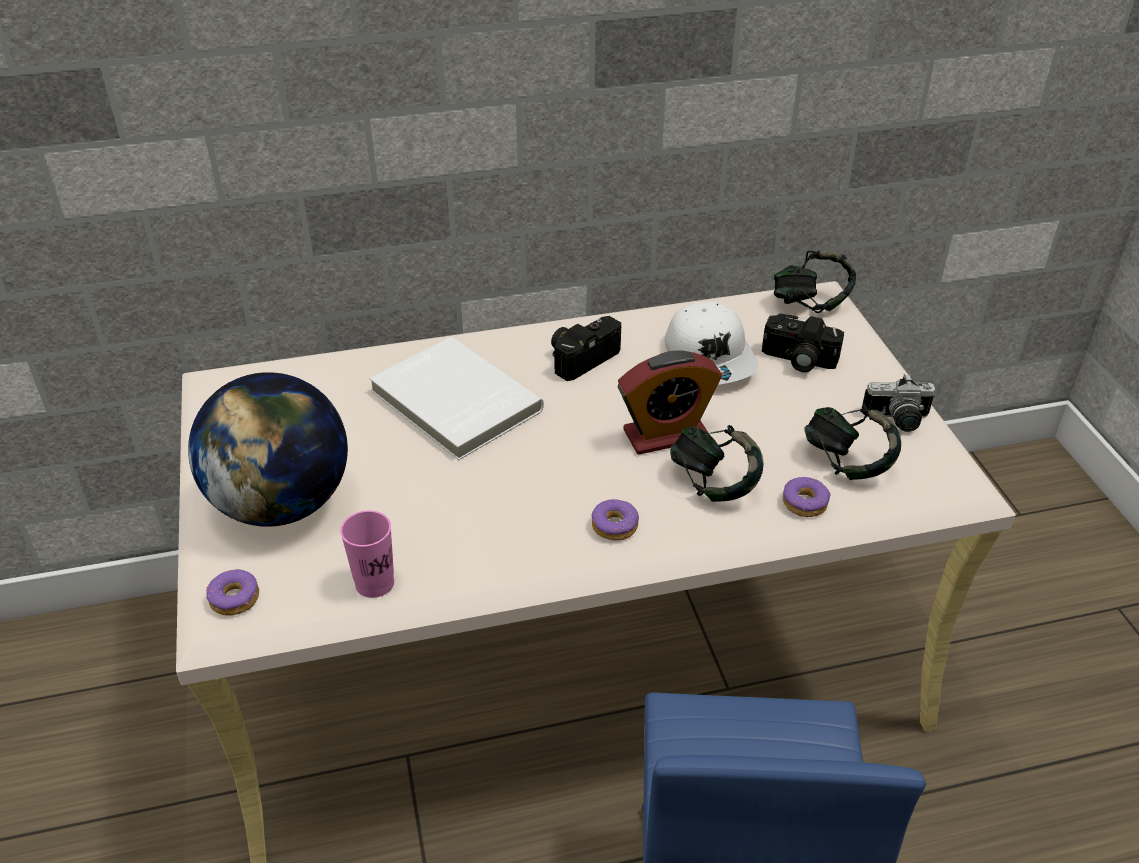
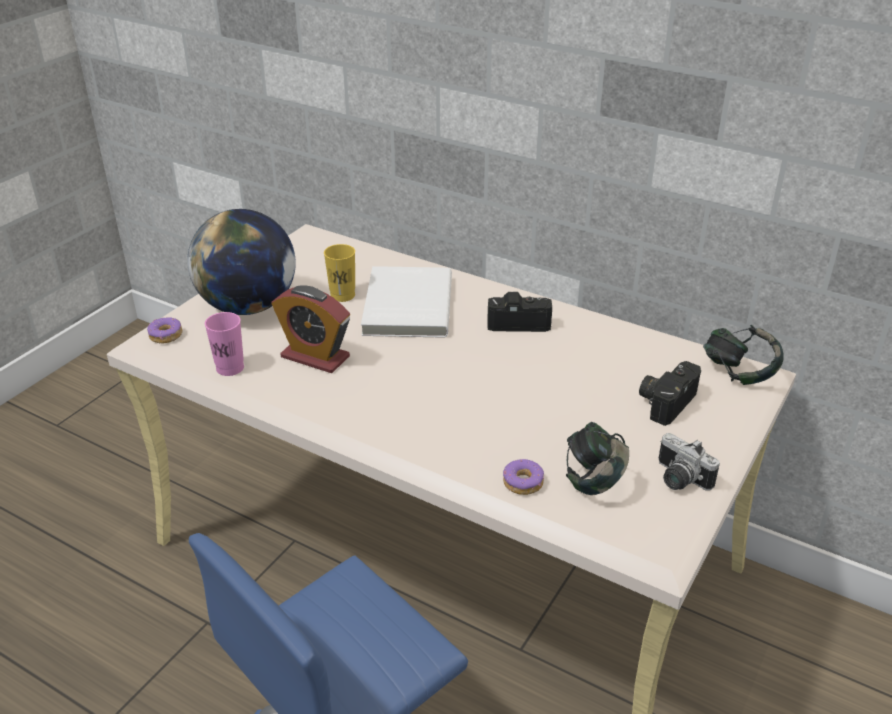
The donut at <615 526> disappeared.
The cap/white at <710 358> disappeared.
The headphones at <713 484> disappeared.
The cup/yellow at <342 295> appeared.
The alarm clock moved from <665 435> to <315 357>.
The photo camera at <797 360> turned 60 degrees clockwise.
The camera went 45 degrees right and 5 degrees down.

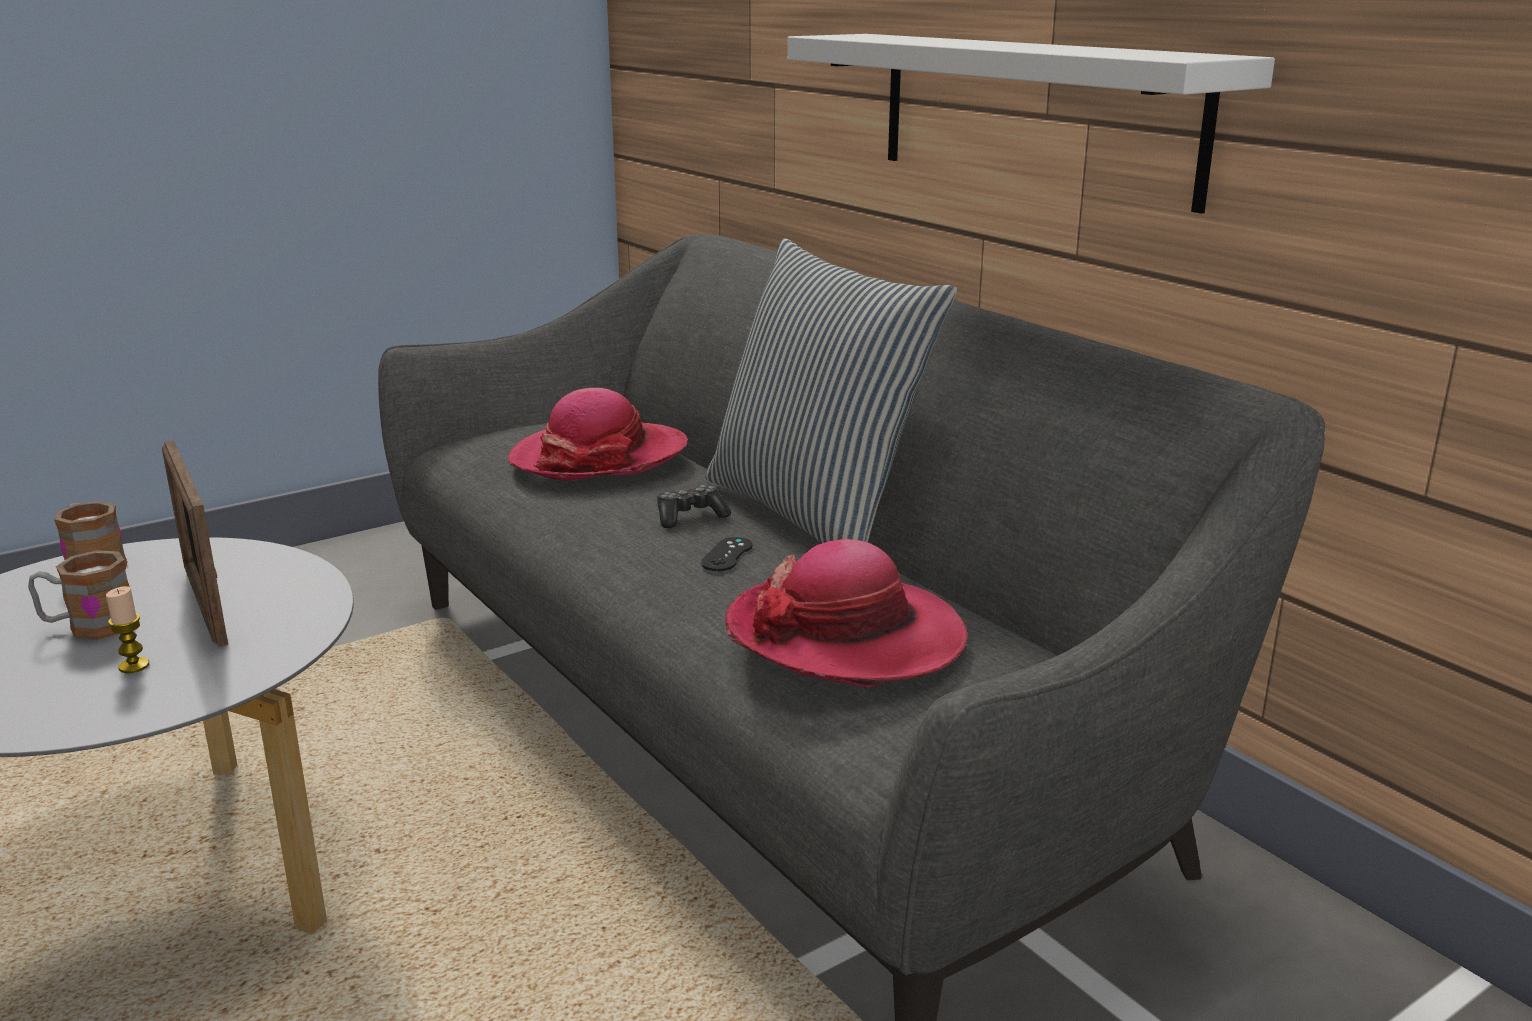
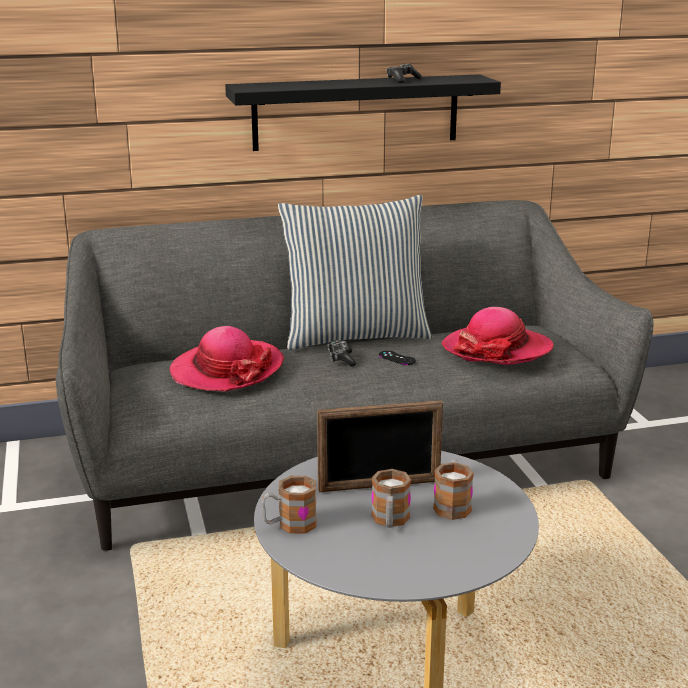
The game controller at <402 80> appeared.
The candle at <134 666> was replaced by the mug at <452 504>.
The shelf/white at <1033 114> became the shelf/black at <356 112>.
The camera went 70 degrees left and 0 degrees up.

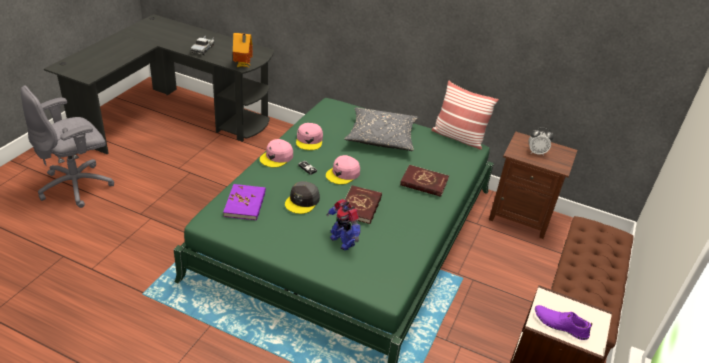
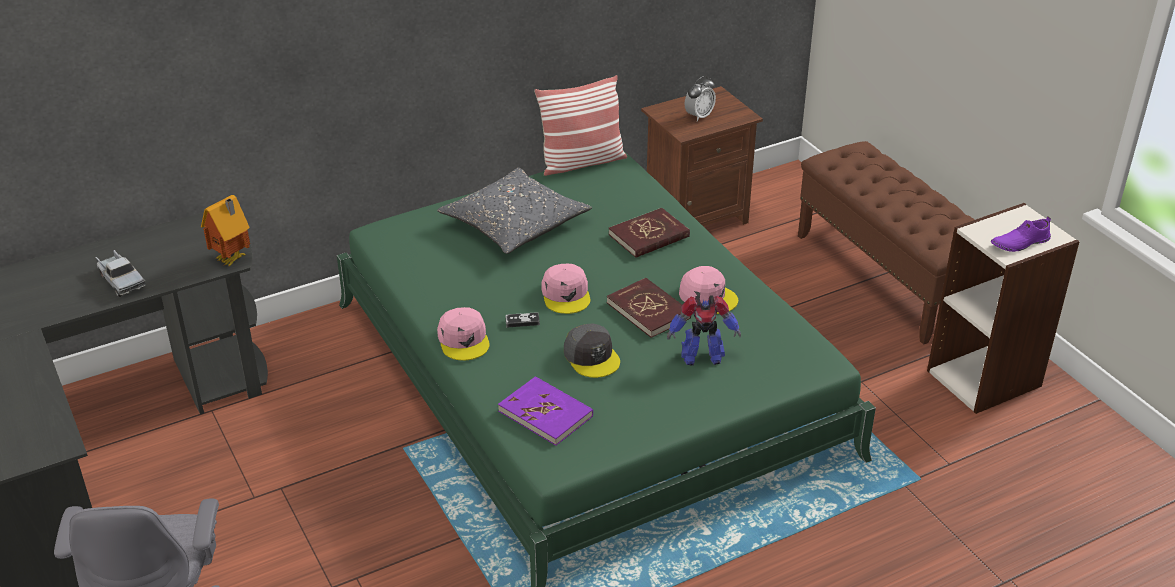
The cap/pink moved from <309 140> to <708 296>.
The camera went 50 degrees left and 0 degrees up.

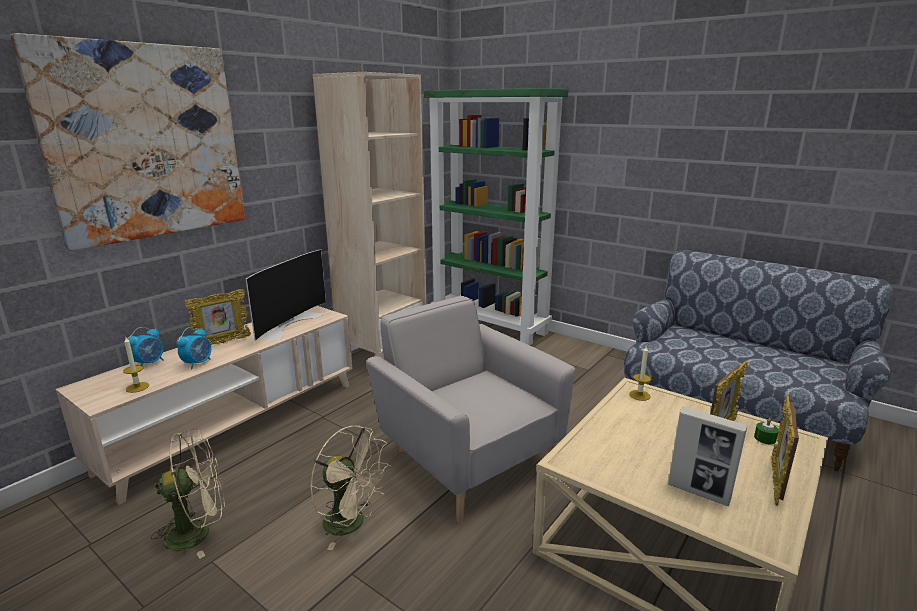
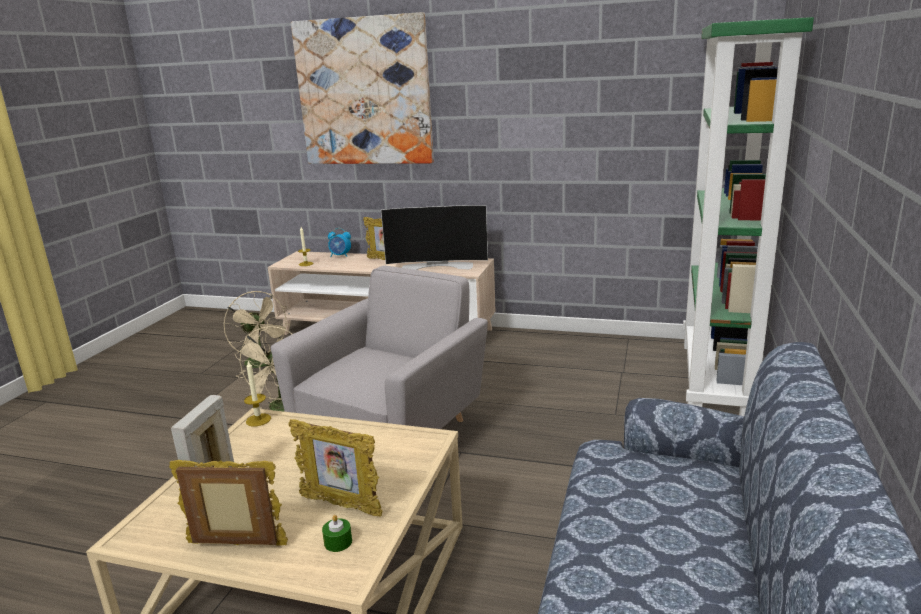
The alarm clock at <198 363> disappeared.
The bookcase/beige at <383 354> disappeared.
The candle moved from <639 395> to <258 420>.
The camera went 70 degrees right and 0 degrees up.

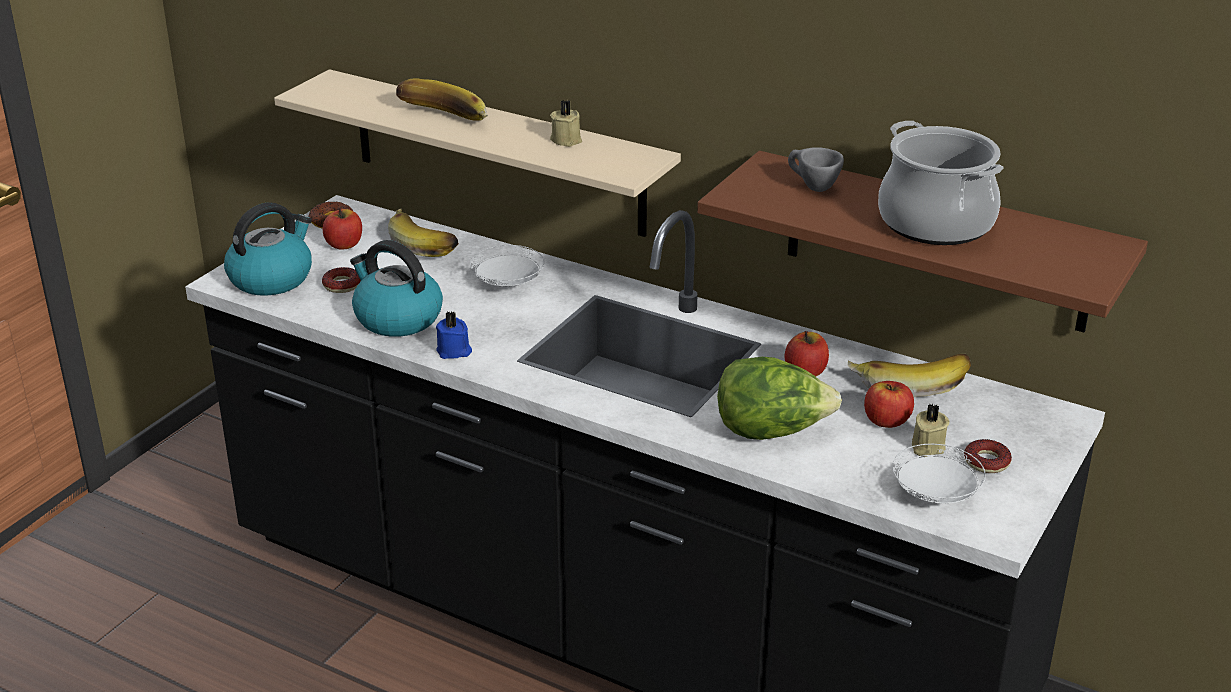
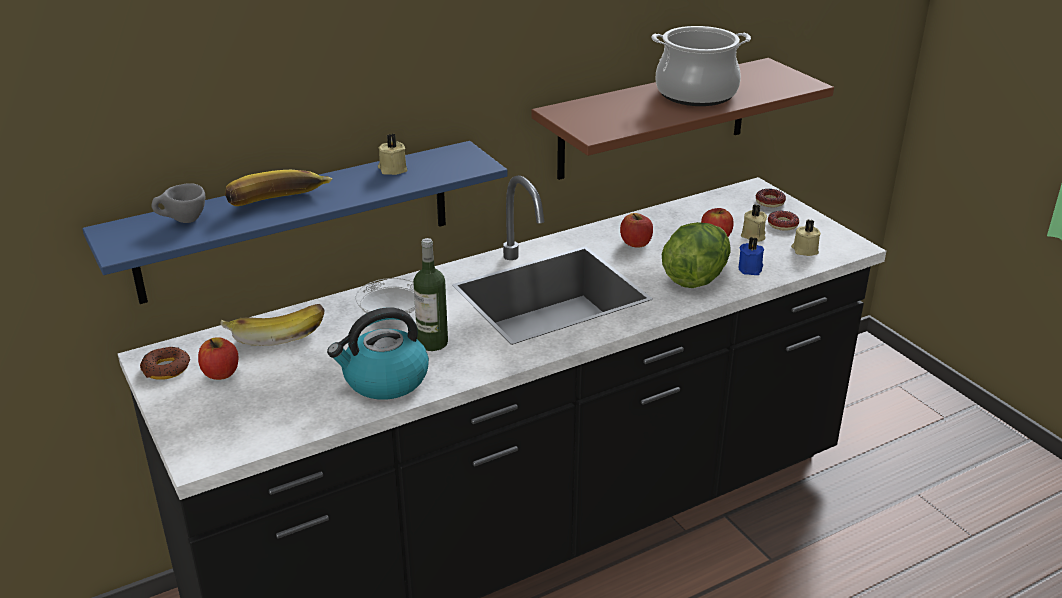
The kettle at <271 278> disappeared.
The banana at <909 383> disappeared.
The bottle at <432 343> appeared.
The donut moved from <342 285> to <769 202>.
The candle/blue moved from <454 351> to <751 268>.
The cup/grey moved from <812 187> to <182 221>.
The plate/white at <935 494> was replaced by the candle/beige at <804 250>.
The shelf/beige at <497 153> became the shelf/blue at <296 221>.
The camera went 60 degrees left and 0 degrees up.

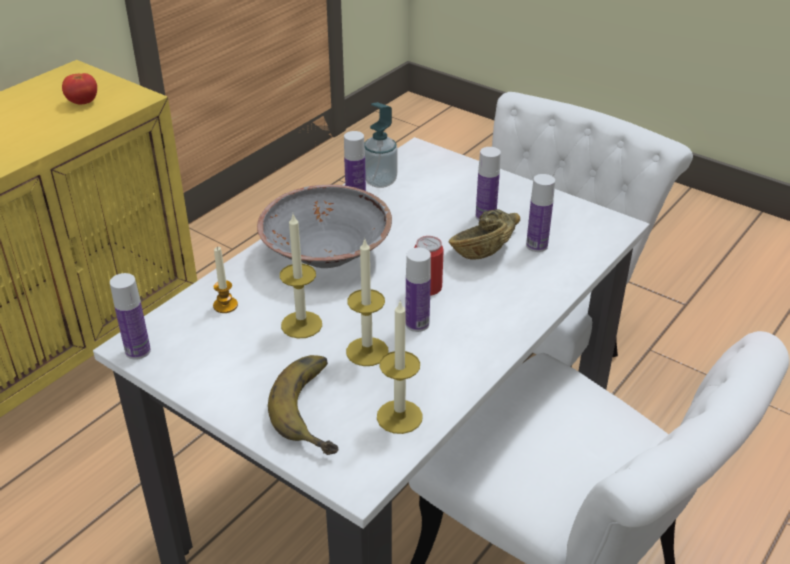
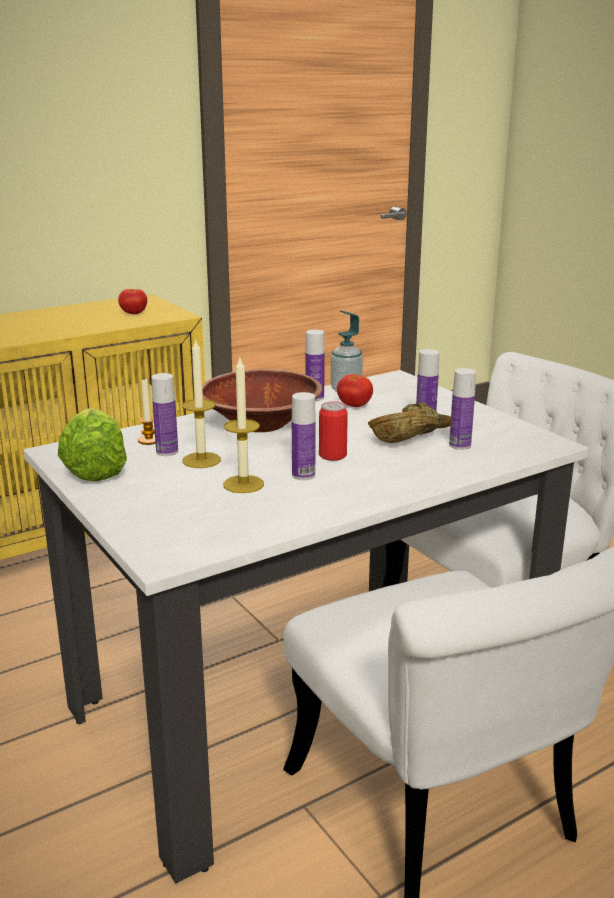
The banana at <319 408> disappeared.
The candle at <399 416> disappeared.
The lettuce at <97 465> appeared.
The tomato at <354 406> appeared.
The bottle moved from <138 351> to <167 451>.
The bowl/grey at <327 253> became the bowl/brown at <261 424>.
The camera went 20 degrees right and 15 degrees down.

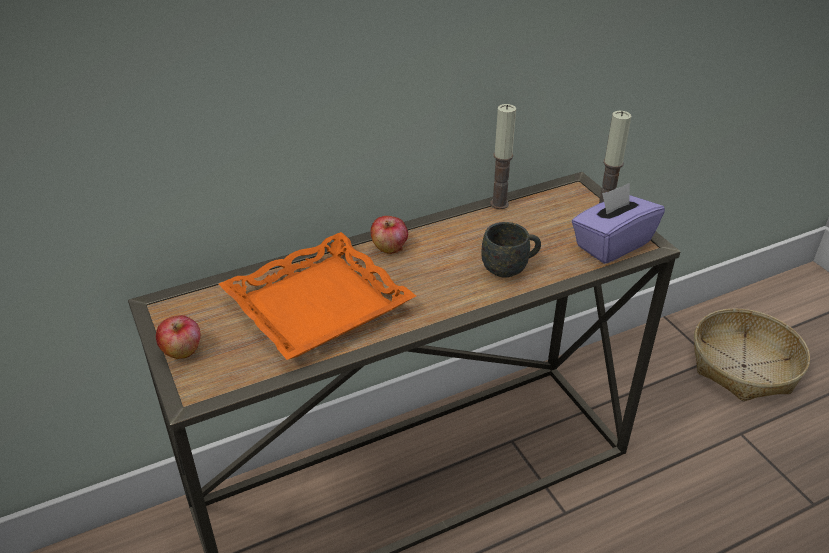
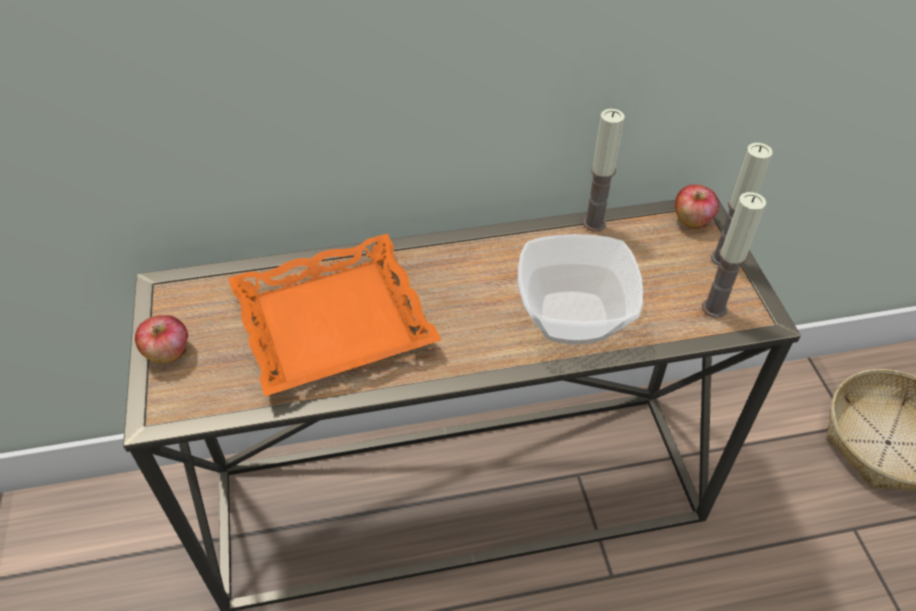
The apple moved from <389 247> to <692 220>.
The mug/grey at <510 267> was replaced by the bowl at <574 317>.
The tissue box/purple at <612 244> was replaced by the candle at <714 308>.
The camera went 15 degrees right and 10 degrees up.

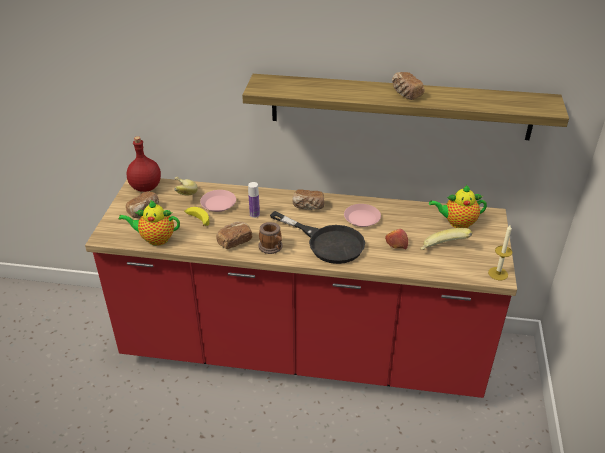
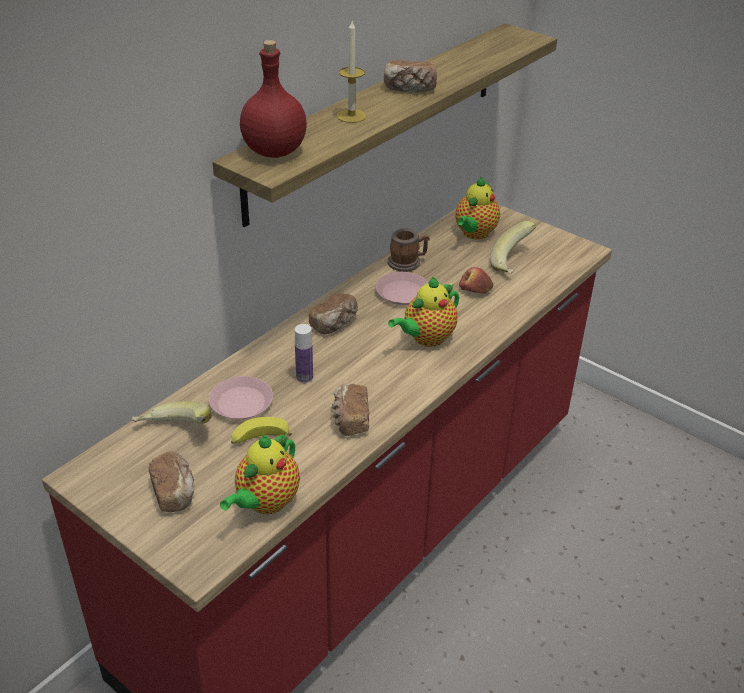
The bottle/red moved from <145 187> to <275 152>.
The mug moved from <272 248> to <407 262>.
The candle moved from <498 273> to <351 116>.
The frying pan/black at <327 242> was replaced by the teapot at <426 338>.
The camera went 60 degrees left and 0 degrees up.

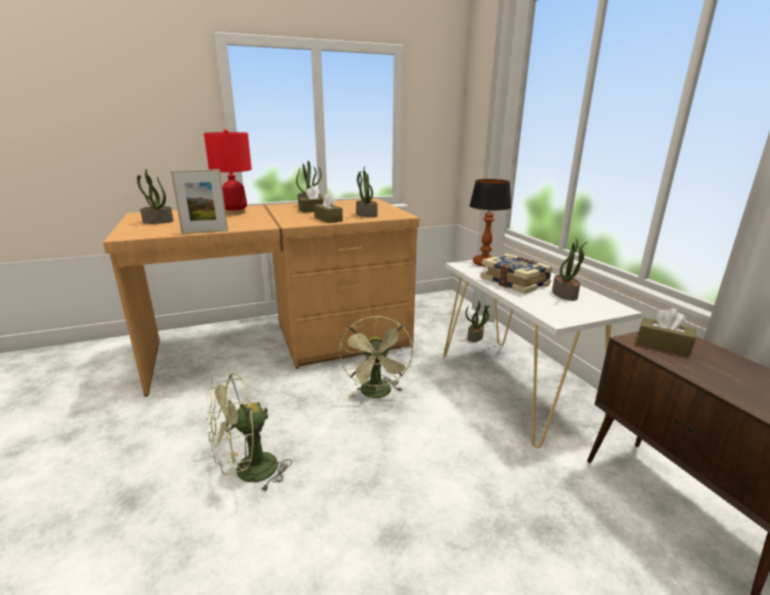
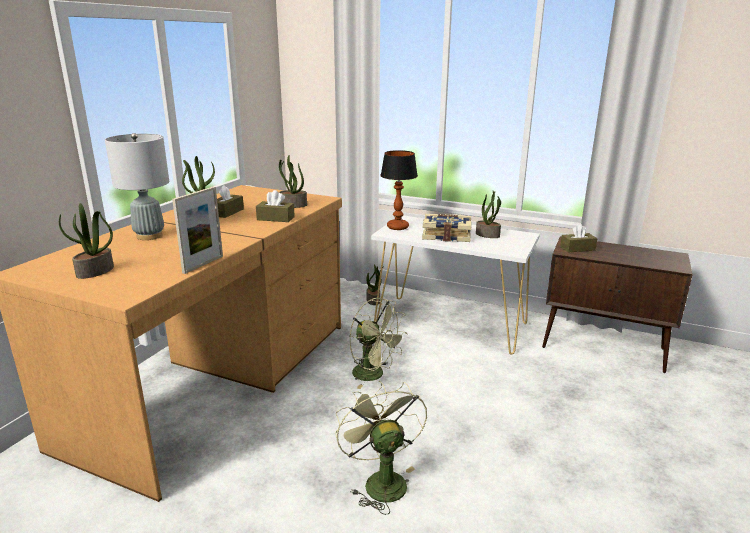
The table lamp/red at <236 212> became the table lamp/grey at <150 236>.
The fan/green at <248 473> turned 150 degrees clockwise.
The camera went 45 degrees left and 0 degrees up.

